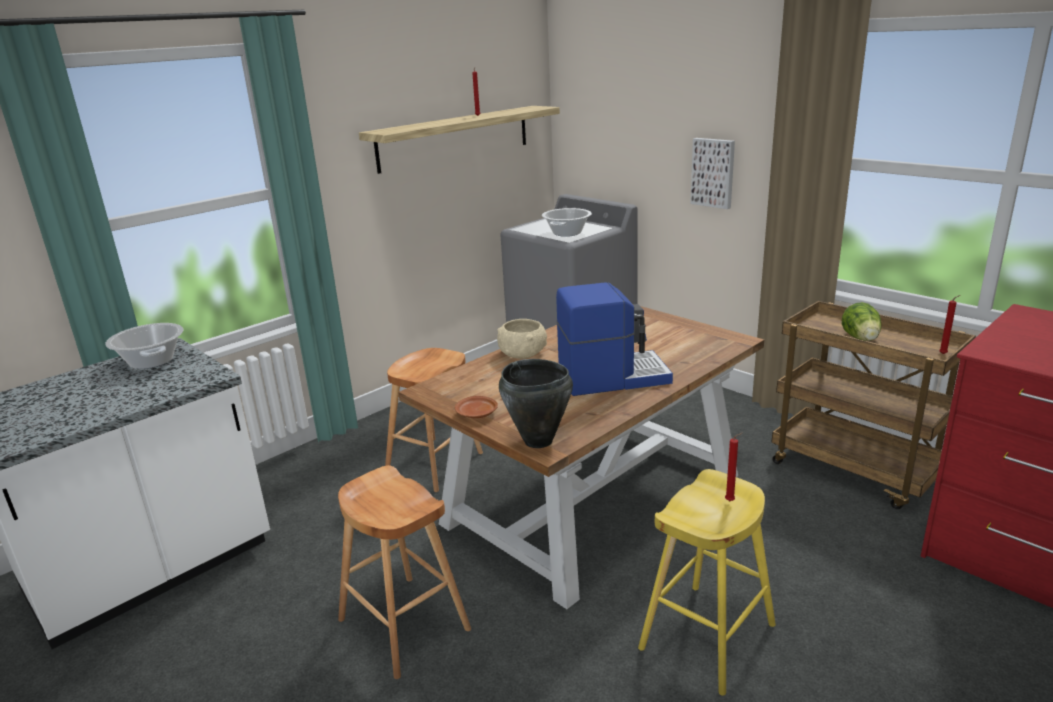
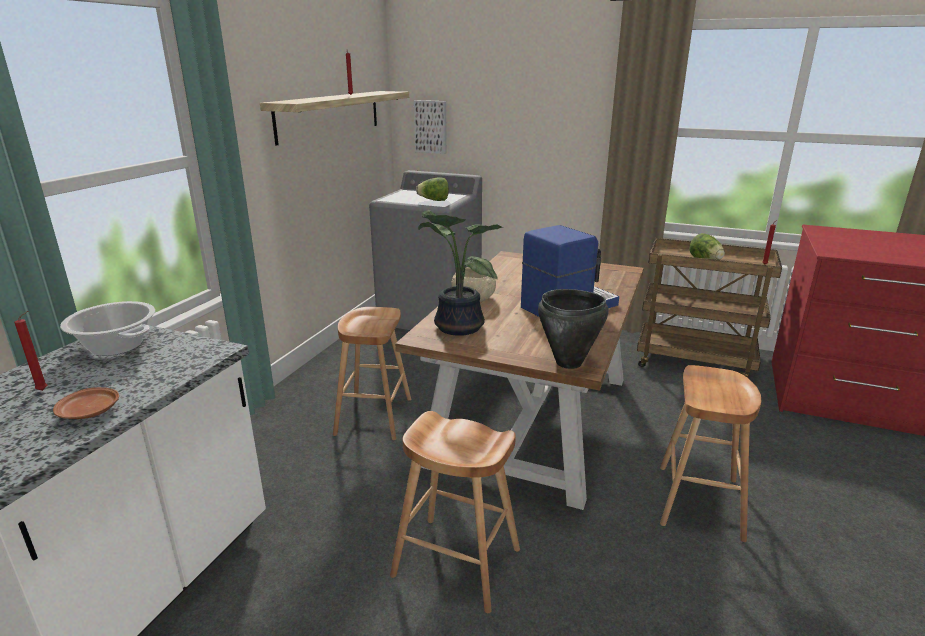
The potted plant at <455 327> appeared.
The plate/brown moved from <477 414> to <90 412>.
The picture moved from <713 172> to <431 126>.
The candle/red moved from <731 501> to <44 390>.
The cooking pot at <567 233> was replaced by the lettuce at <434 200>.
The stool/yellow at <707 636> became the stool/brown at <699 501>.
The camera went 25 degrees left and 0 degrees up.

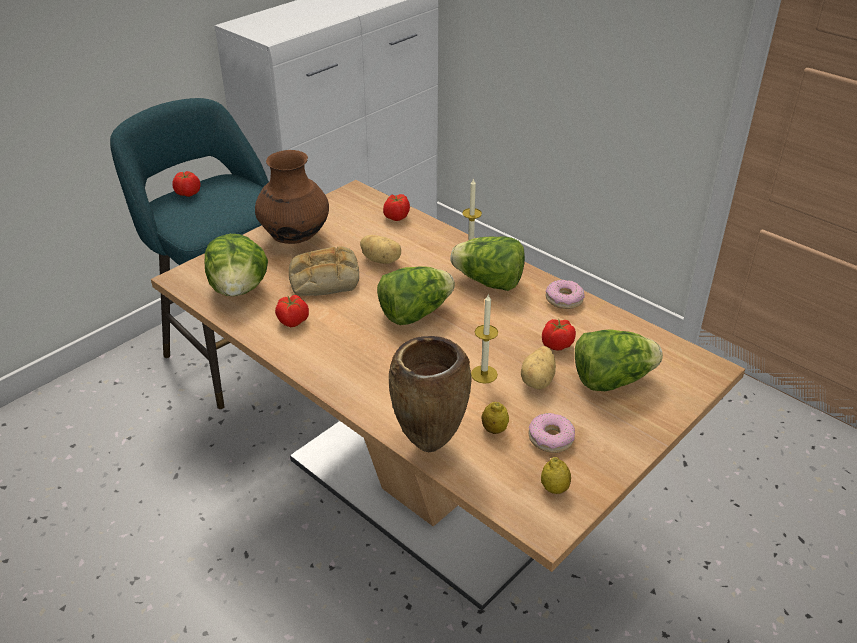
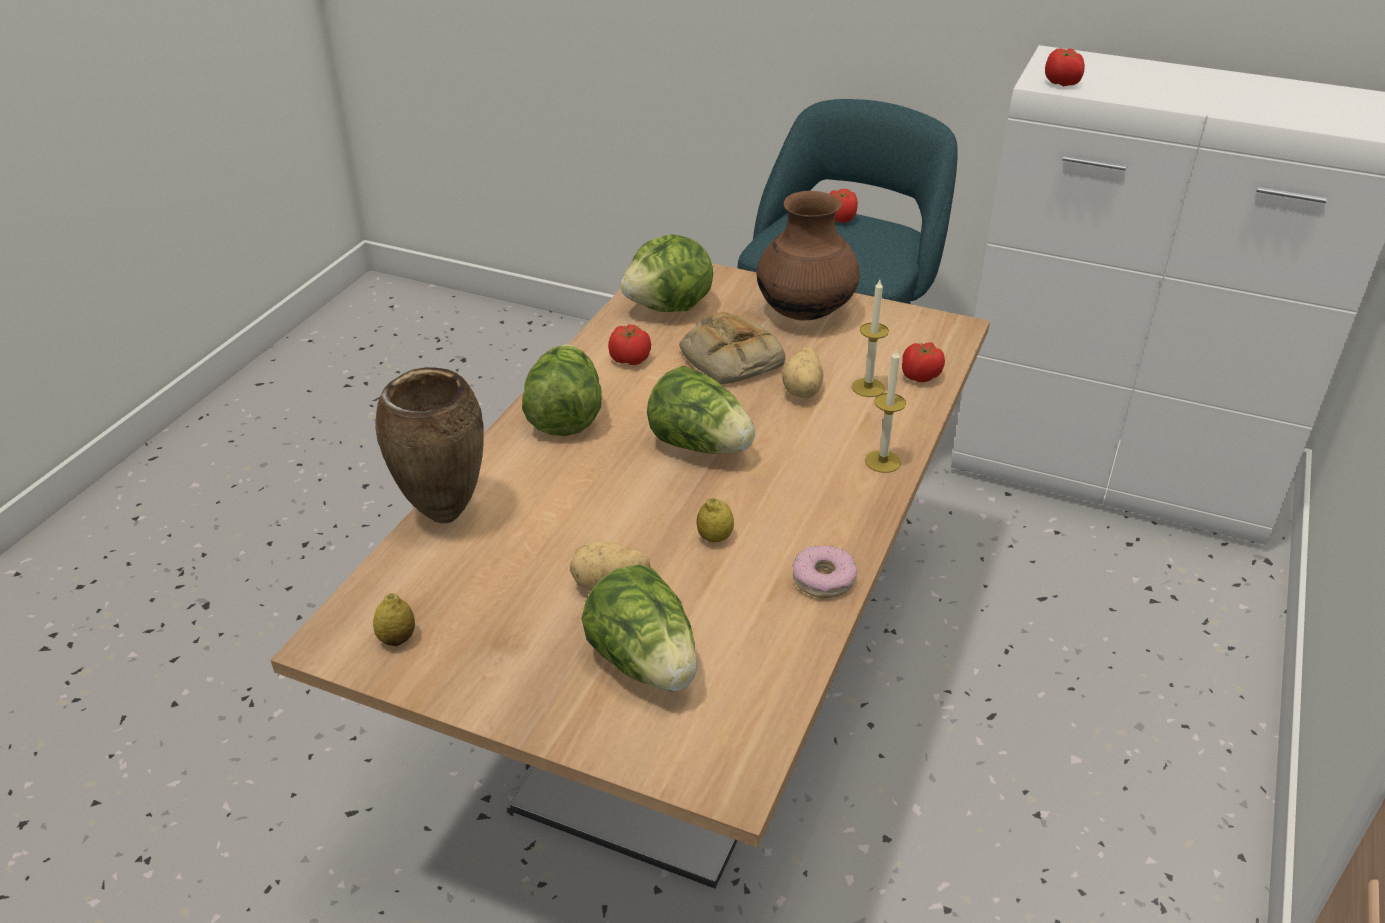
The donut at <550 438> disappeared.
The lettuce moved from <489 282> to <564 416>.
The candle moved from <484 374> to <868 387>.
The lemon moved from <494 429> to <715 537>.
The tomato moved from <556 345> to <1061 83>.
The camera went 70 degrees right and 0 degrees up.

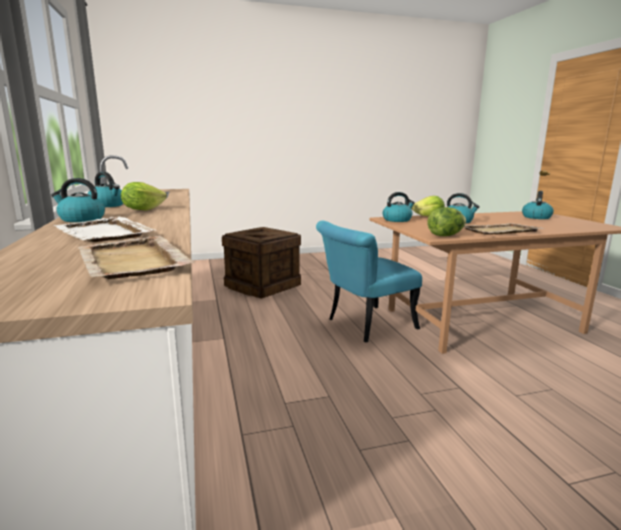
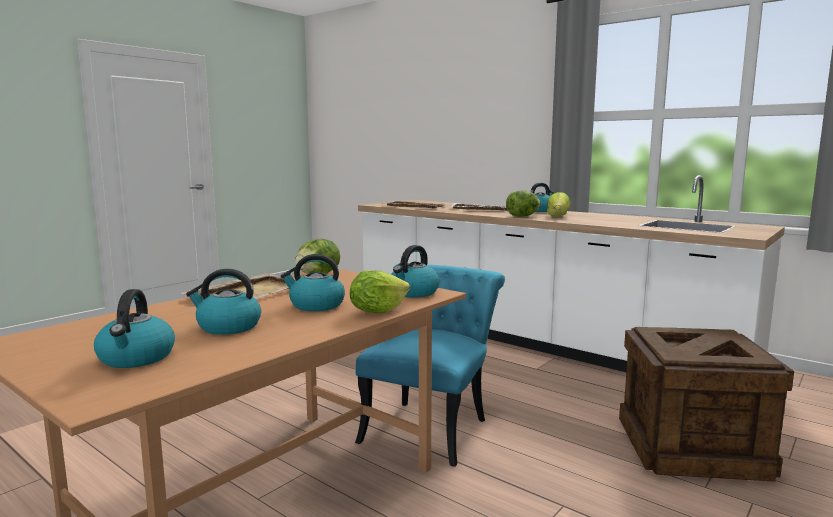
The lettuce at <522 216> appeared.
The kettle moved from <108 205> to <228 327>.
The camera went 145 degrees right and 5 degrees down.

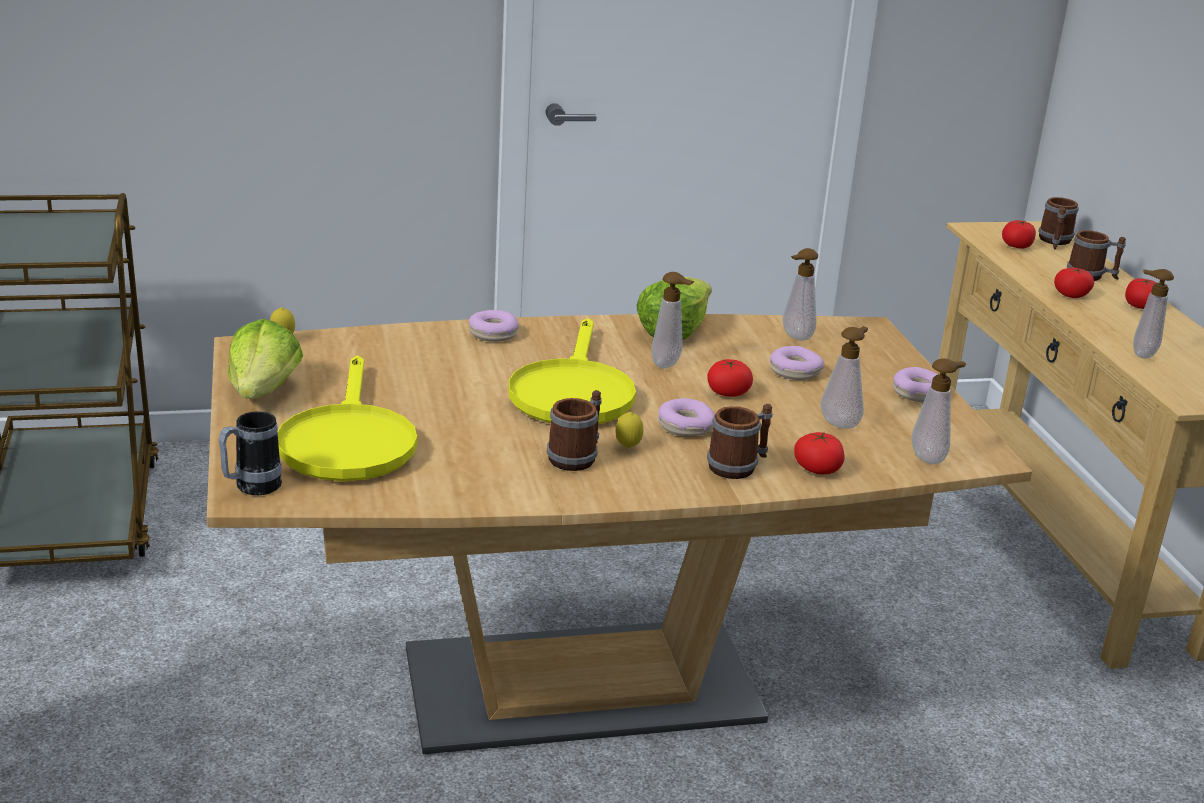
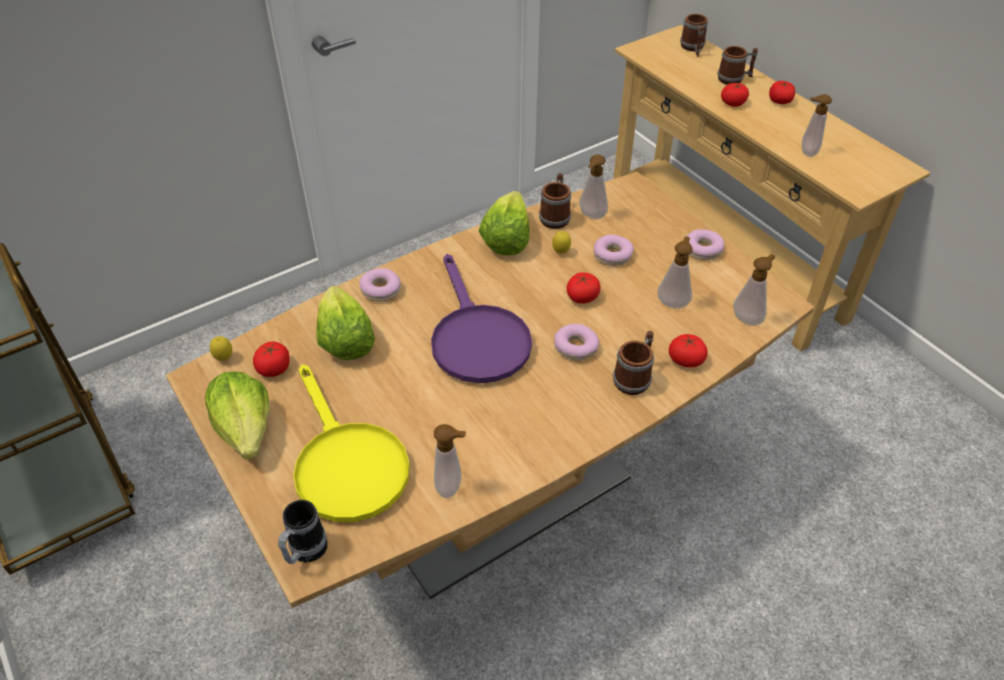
The lettuce at <344 340> appeared.
The mug moved from <577 456> to <555 216>.
The lemon moved from <628 448> to <561 252>.
The soap dispenser moved from <668 365> to <451 486>.
The tomato moved from <1016 245> to <274 368>.
The frying pan/yellow at <572 392> became the frying pan/purple at <476 338>.
The camera went 20 degrees left and 20 degrees up.

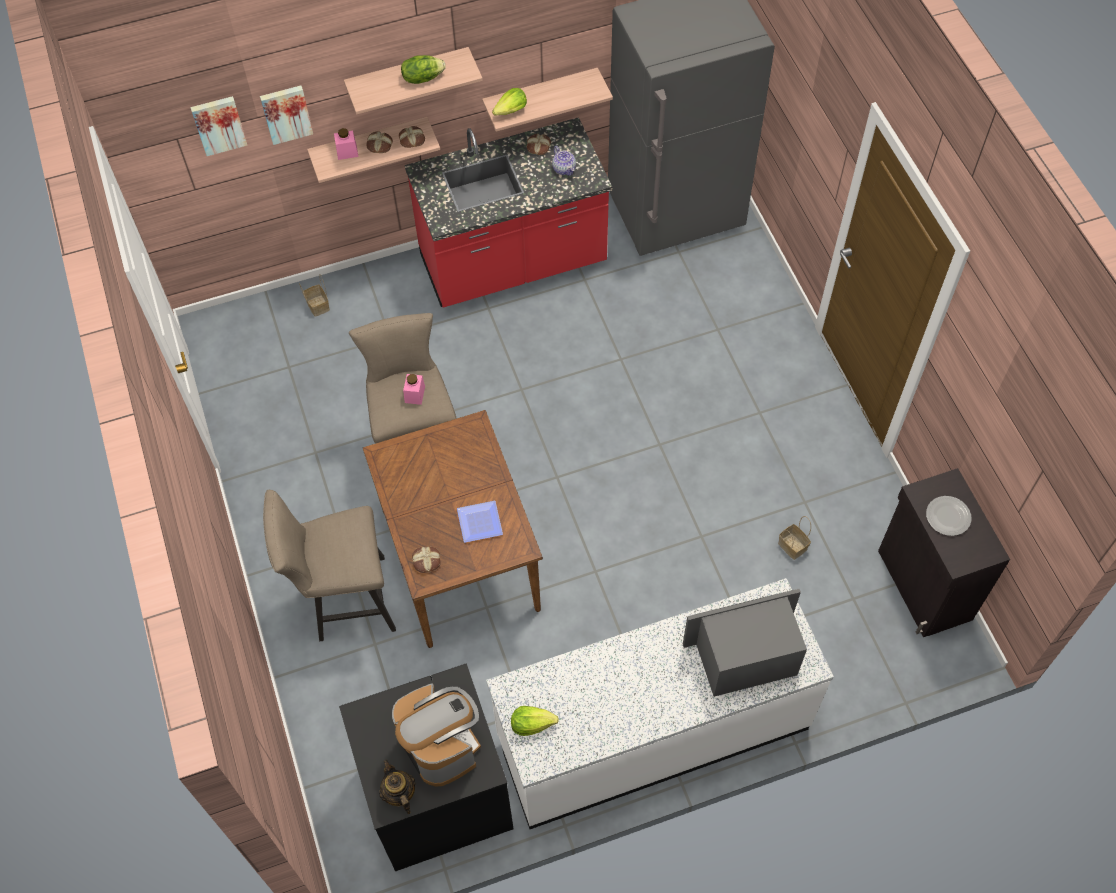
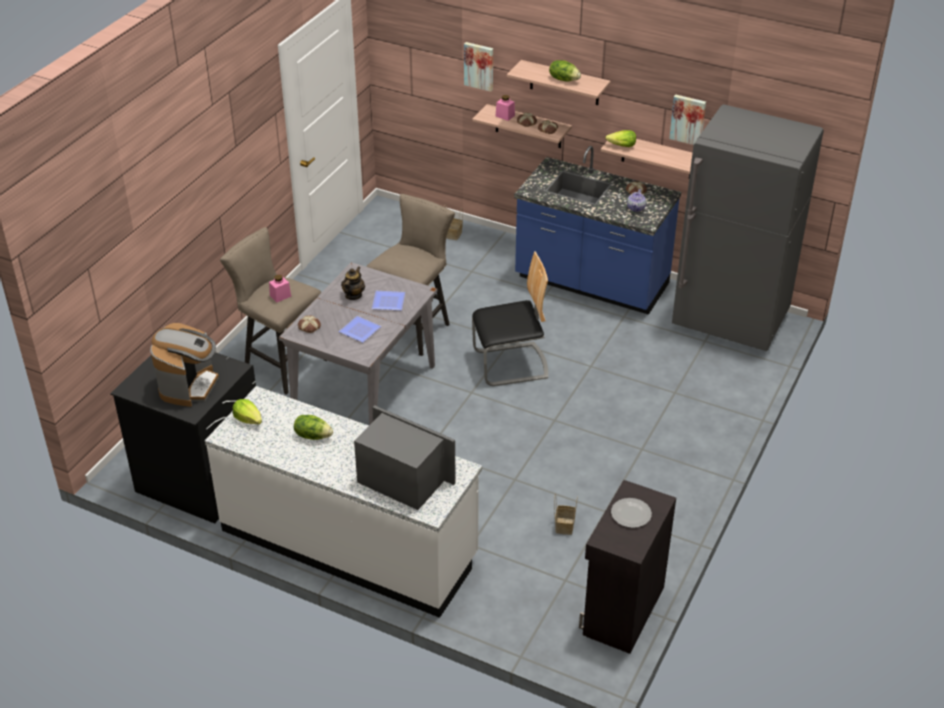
The lettuce at <313 435> appeared.
The plate at <387 302> appeared.
The chair at <511 365> appeared.
The picture moved from <218 124> to <688 119>.
The teapot moved from <399 794> to <353 295>.
The jar/pink moved from <415 394> to <280 296>.
The dining table/brown at <459 557> became the dining table/grey at <365 388>.
The counter/red at <513 263> became the counter/blue at <591 283>.
The camera went 45 degrees right and 20 degrees down.

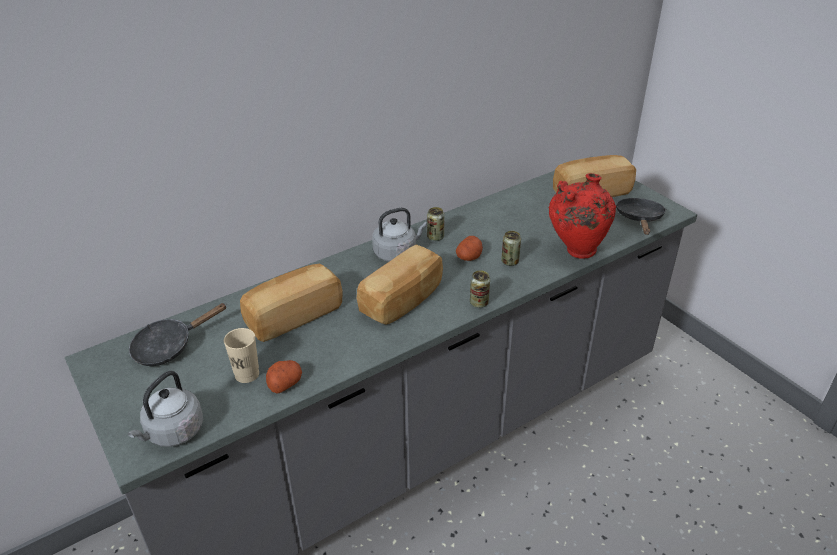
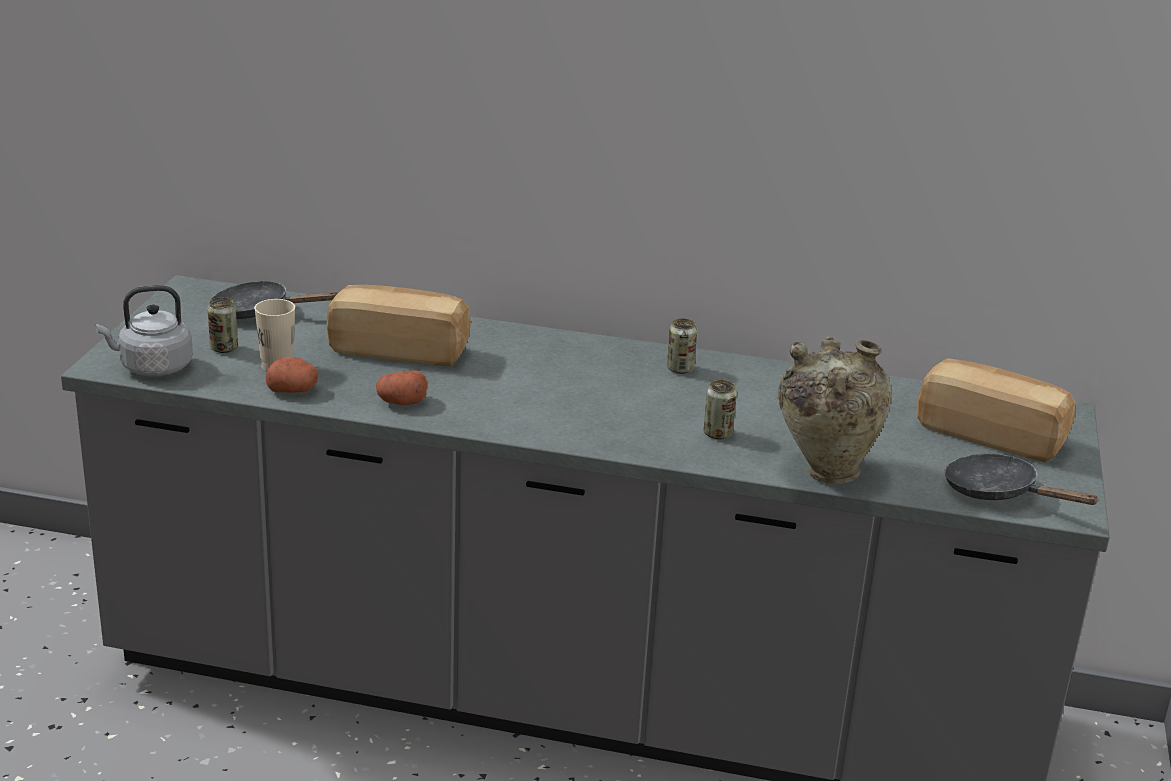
The bread at <403 300> disappeared.
The kettle/grey at <397 253> disappeared.
The potato moved from <469 257> to <401 402>.
The can moved from <479 303> to <224 348>.
The vase/red at <576 251> became the vase/beige at <825 471>.
The frying pan/black at <639 219> turned 105 degrees counterclockwise.
The camera went 45 degrees right and 10 degrees down.

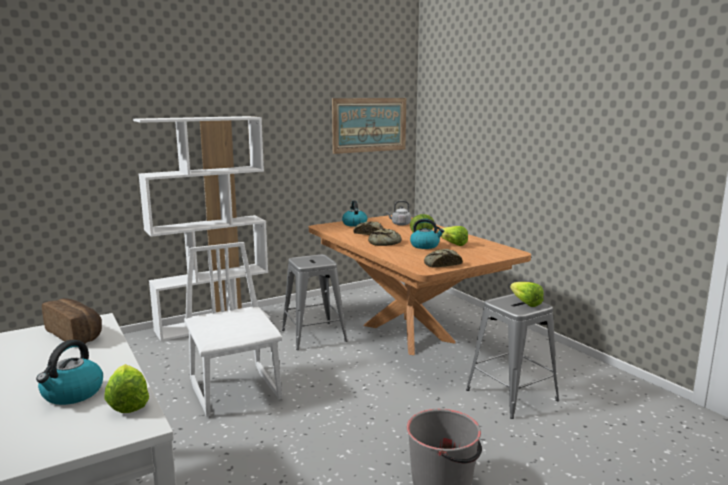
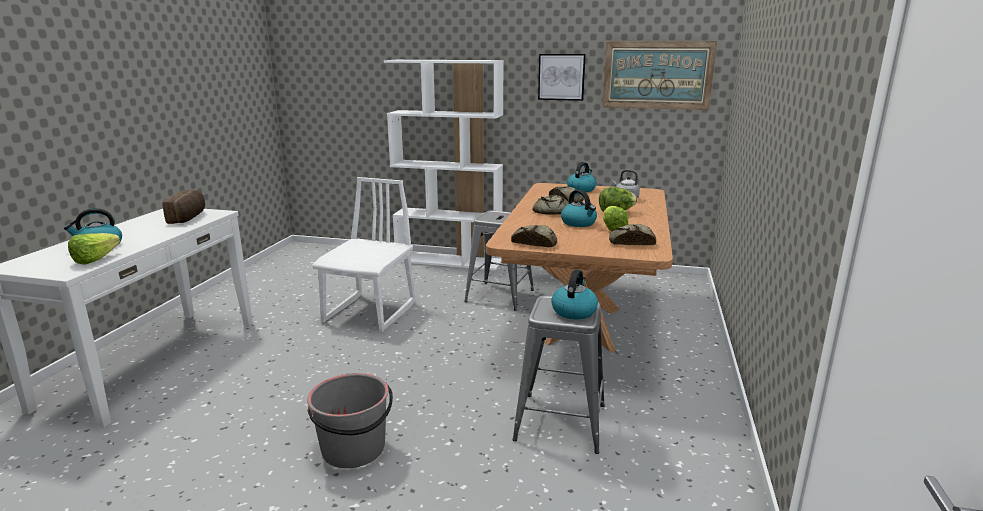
The picture at <561 77> appeared.
The bread at <631 242> appeared.
The lettuce at <524 302> was replaced by the kettle at <574 311>.
The camera went 45 degrees right and 5 degrees up.

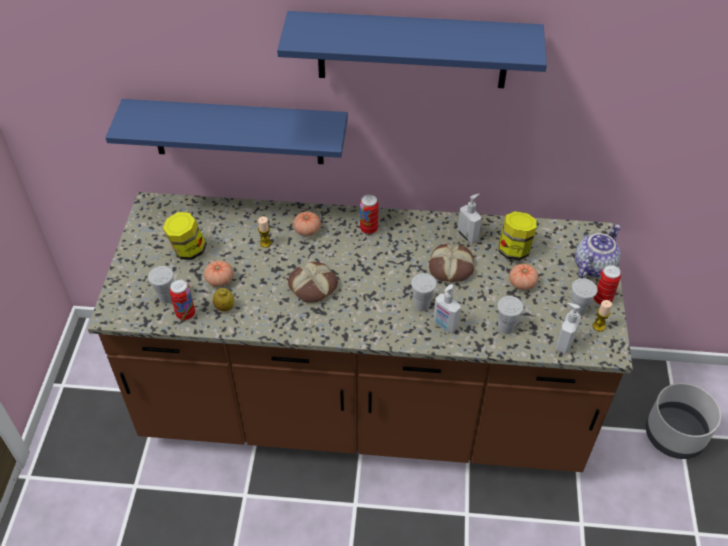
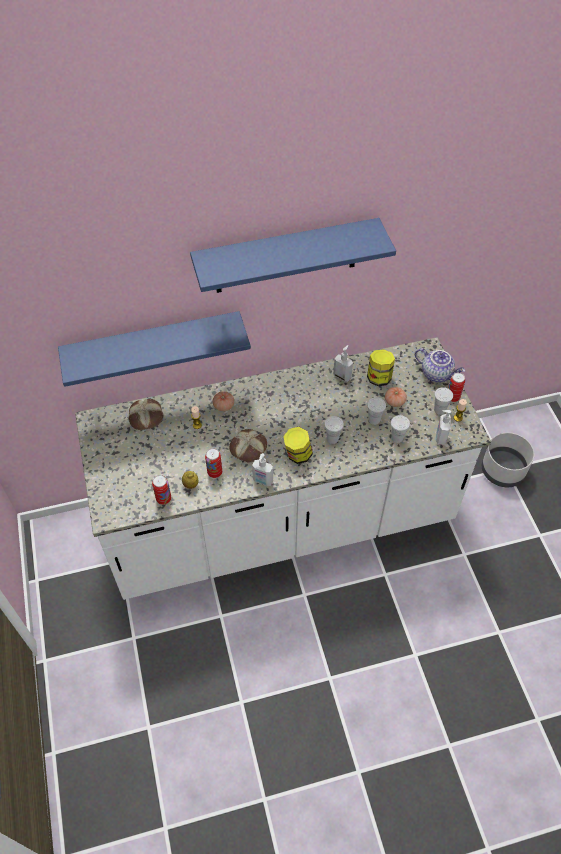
The tomato at <220 280> disappeared.
The cup/white moved from <166 297> to <374 420>.
The jar moved from <188 250> to <297 455>.
The can moved from <368 229> to <215 472>.
The bread moved from <451 267> to <146 417>.
The soap dispenser moved from <444 325> to <262 481>.
The counter/brown at <363 407> became the counter/white at <280 521>.
The teapot at <593 265> turned 105 degrees clockwise.
The camera went 20 degrees left and 5 degrees up.

